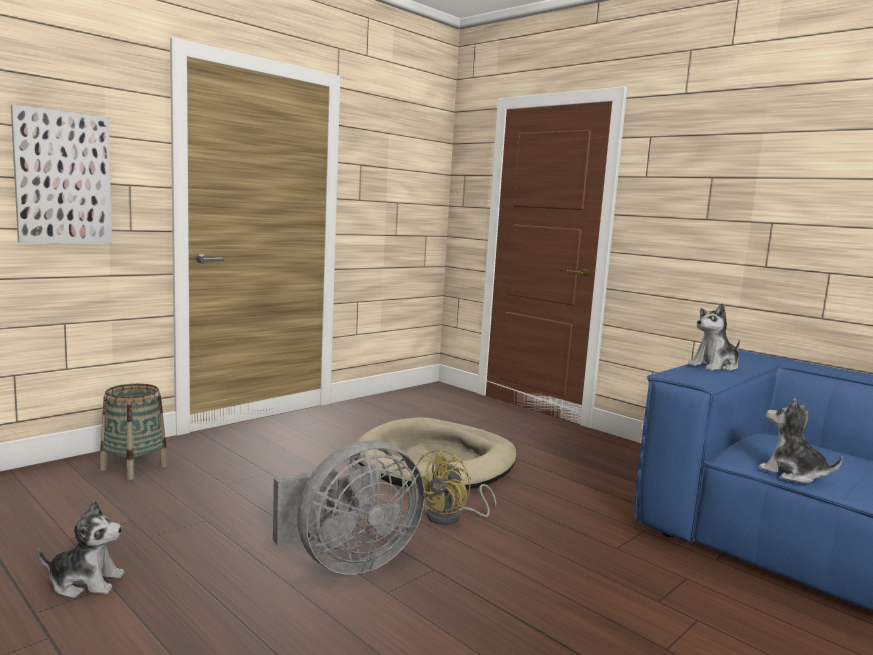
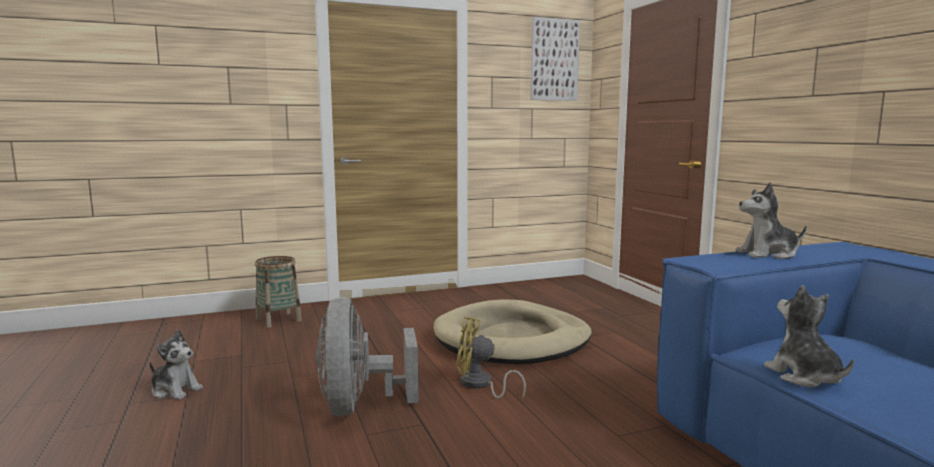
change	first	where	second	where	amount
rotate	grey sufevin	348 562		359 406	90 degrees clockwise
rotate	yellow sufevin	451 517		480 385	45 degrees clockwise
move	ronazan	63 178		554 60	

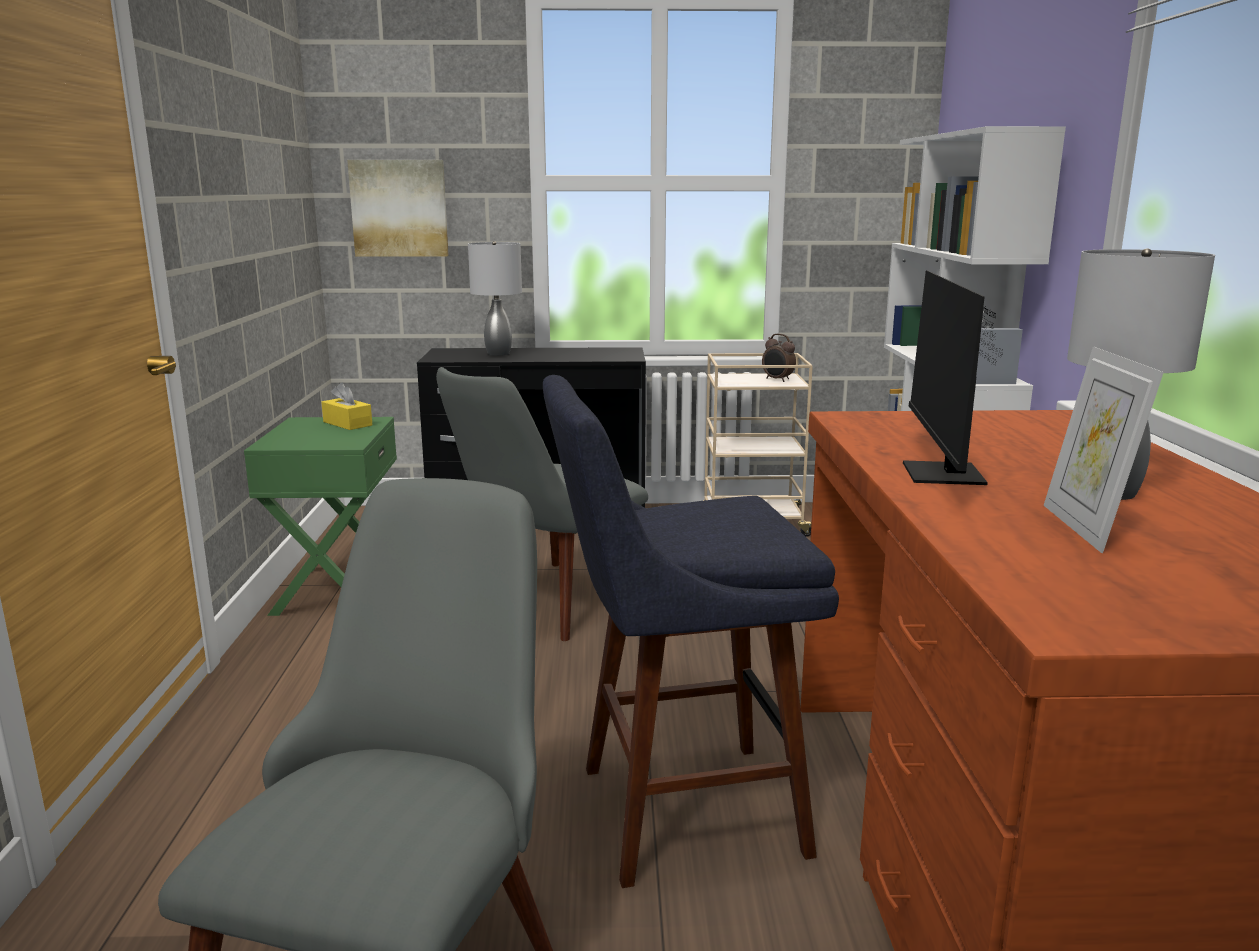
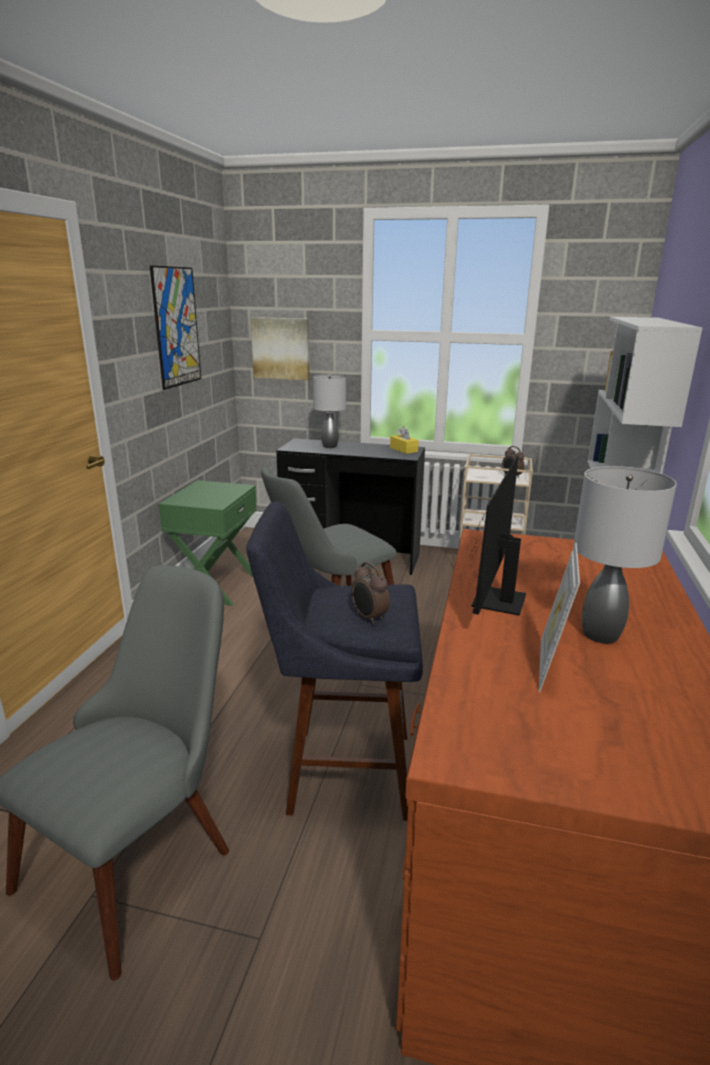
change	first	where	second	where	amount
insert			ronazan	176 327	
insert			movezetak	369 618	
move	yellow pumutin	347 423		403 449	

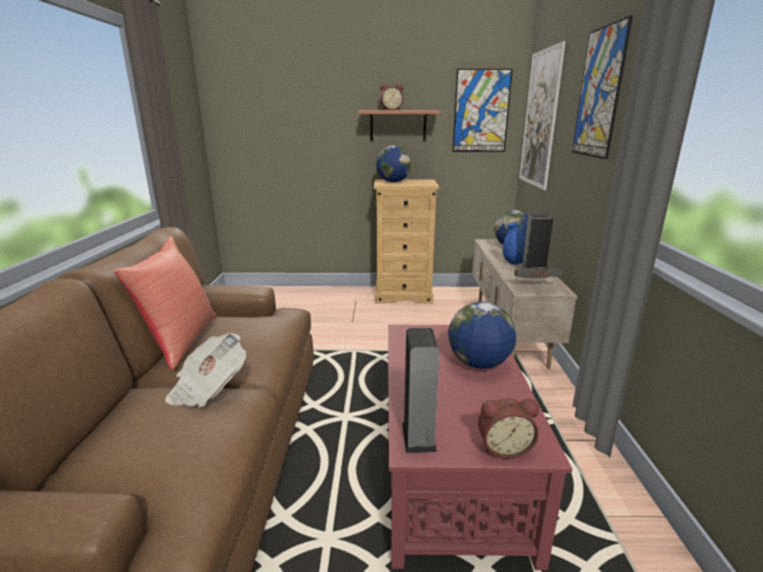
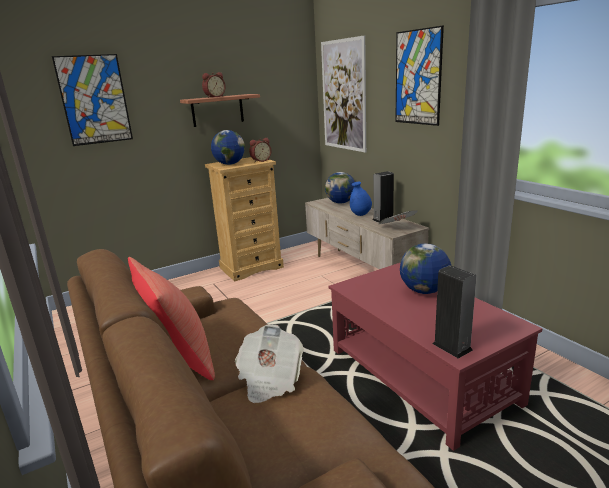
change	first	where	second	where	amount
move	ronazan	481 111		94 100	
move	movezetak	503 447		260 161	

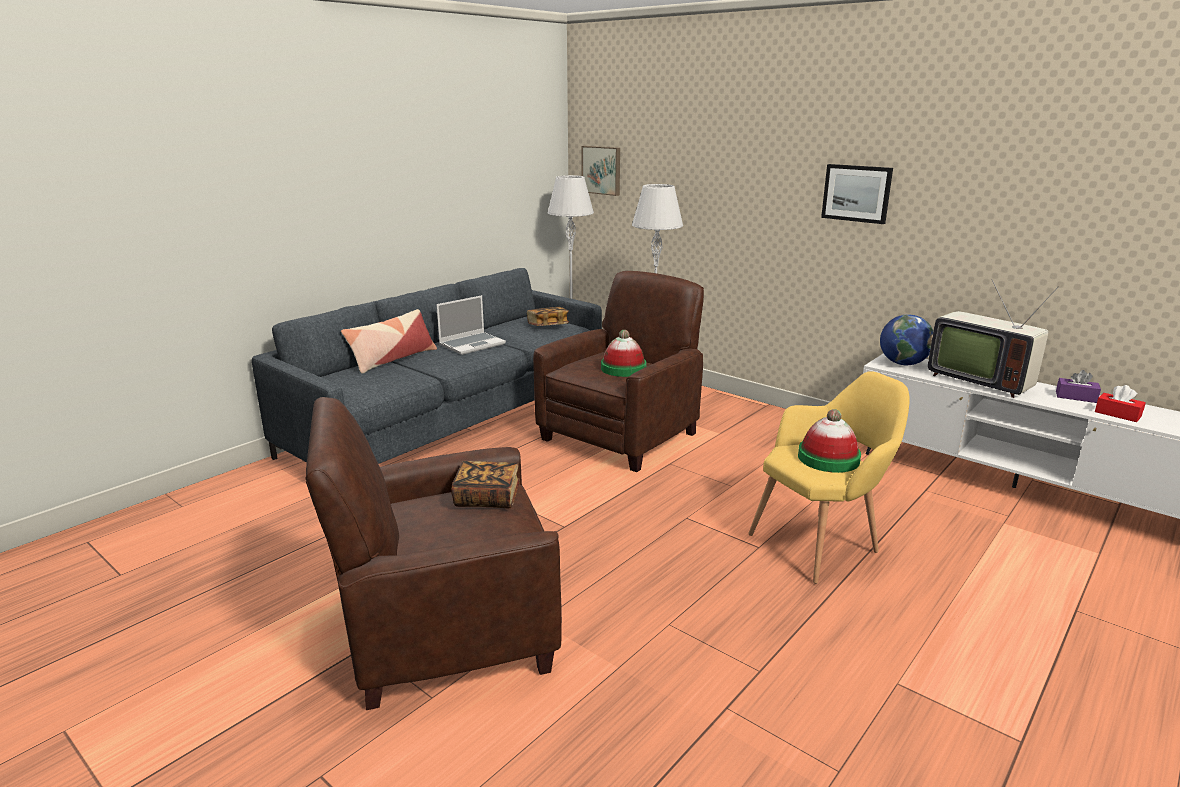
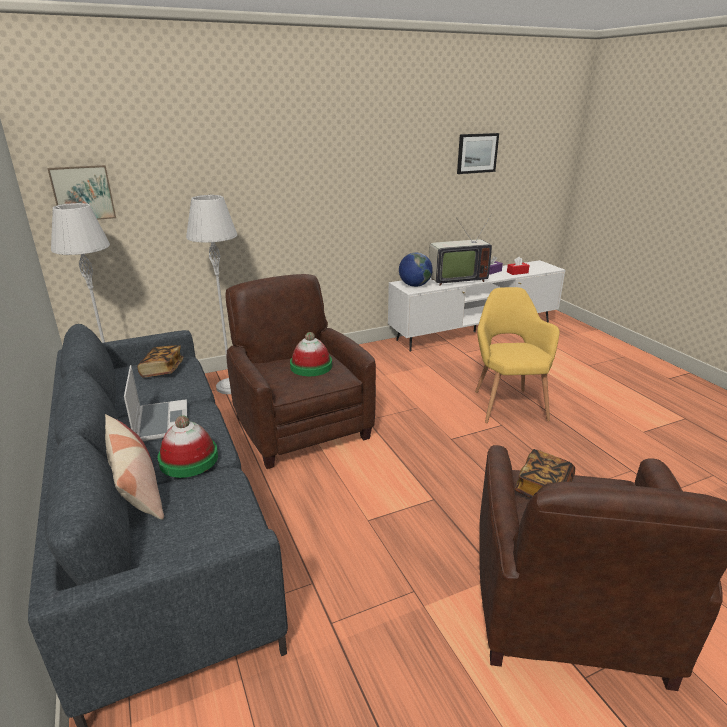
change	first	where	second	where	amount
move	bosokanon	828 458		188 459	
move	ronazan	856 193		477 153	

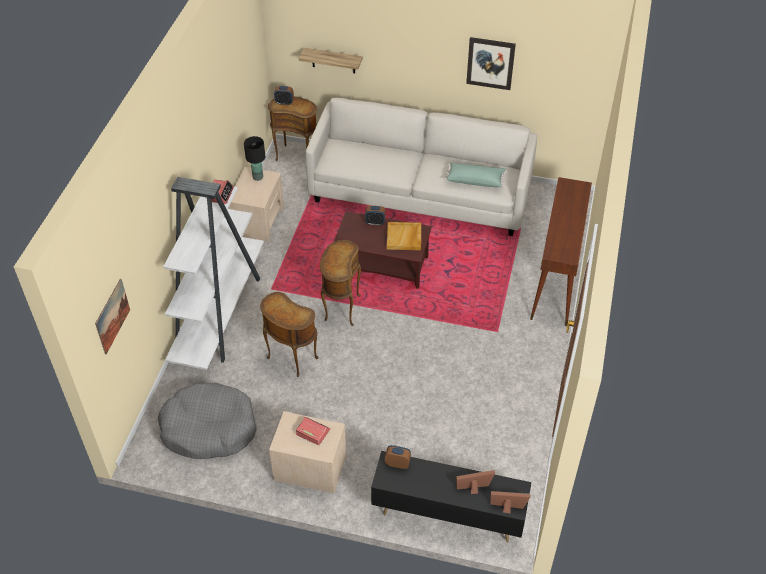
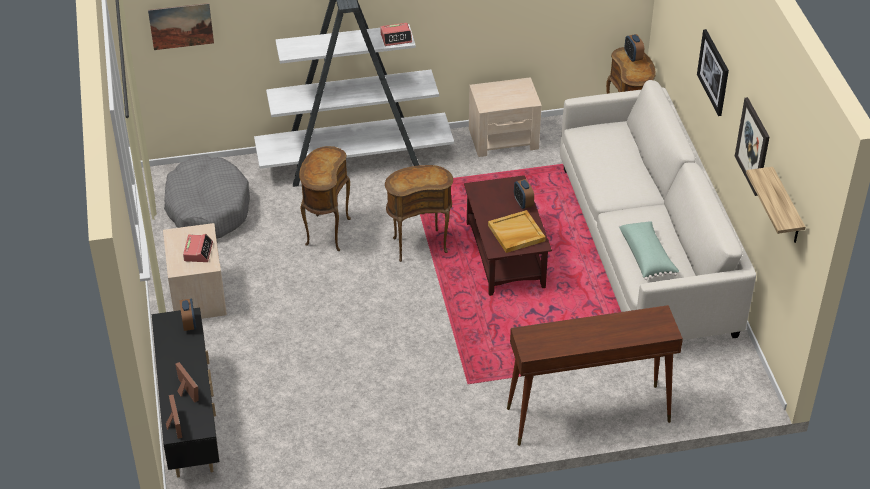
change	first	where	second	where	amount
insert			ronazan	714 72	
move	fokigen	333 60		786 208	
delete	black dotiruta	257 177			

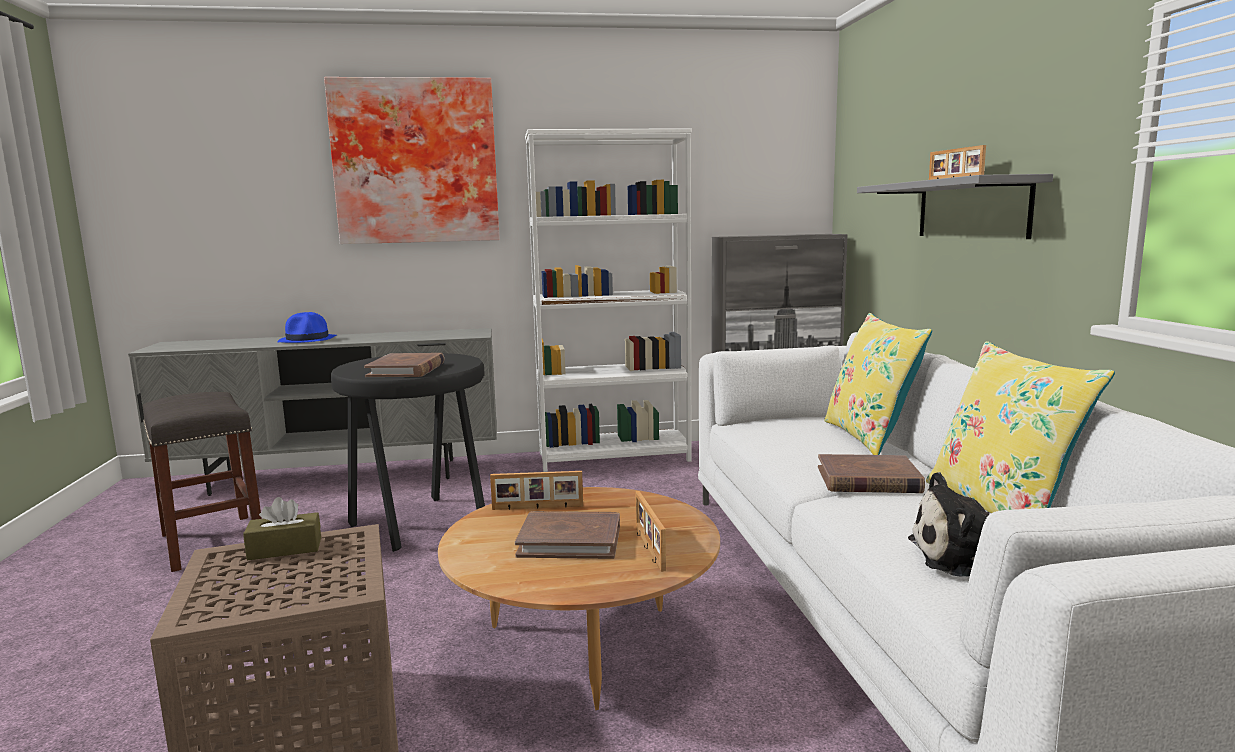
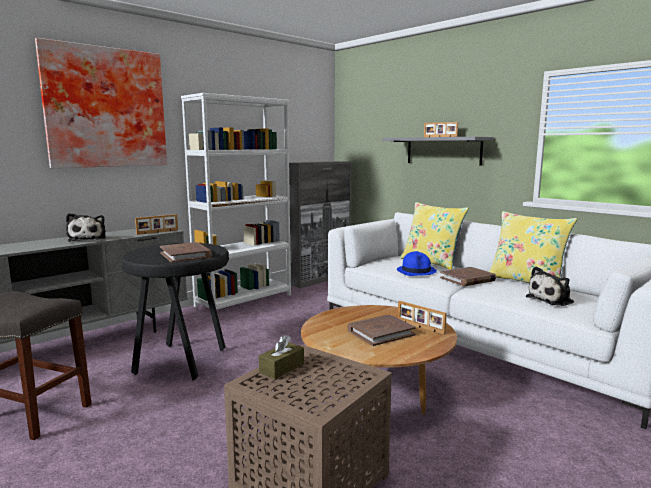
change	first	where	second	where	amount
insert			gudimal	88 239	
move	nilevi	537 508		158 232	
move	blue bosokanon	308 340		416 271	

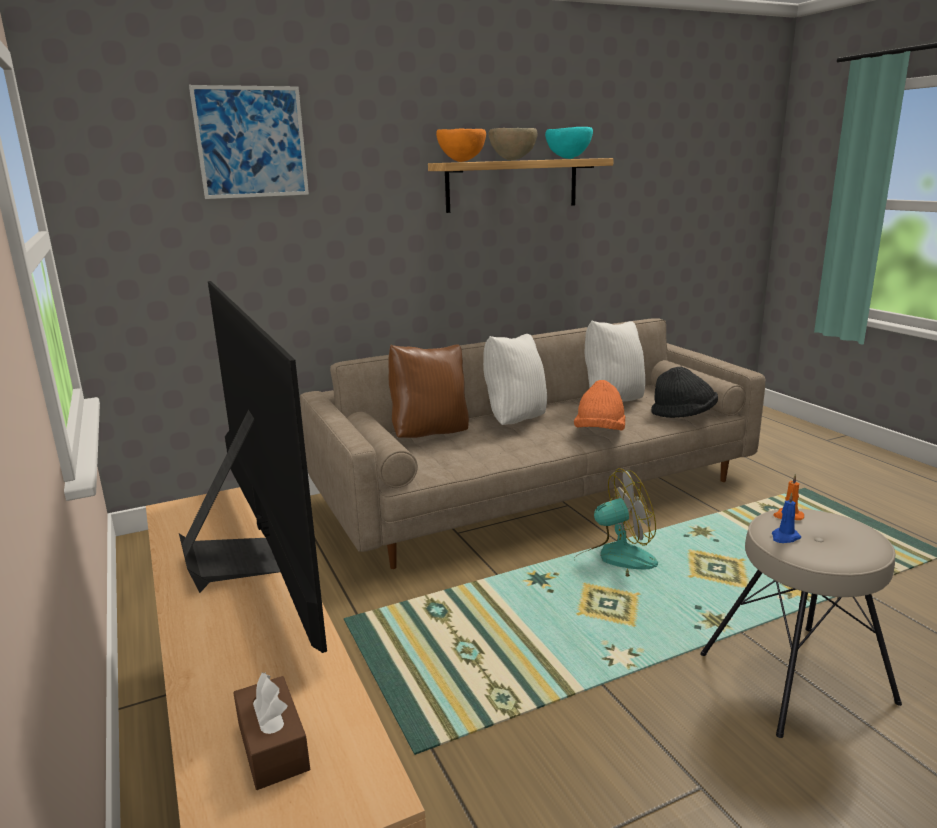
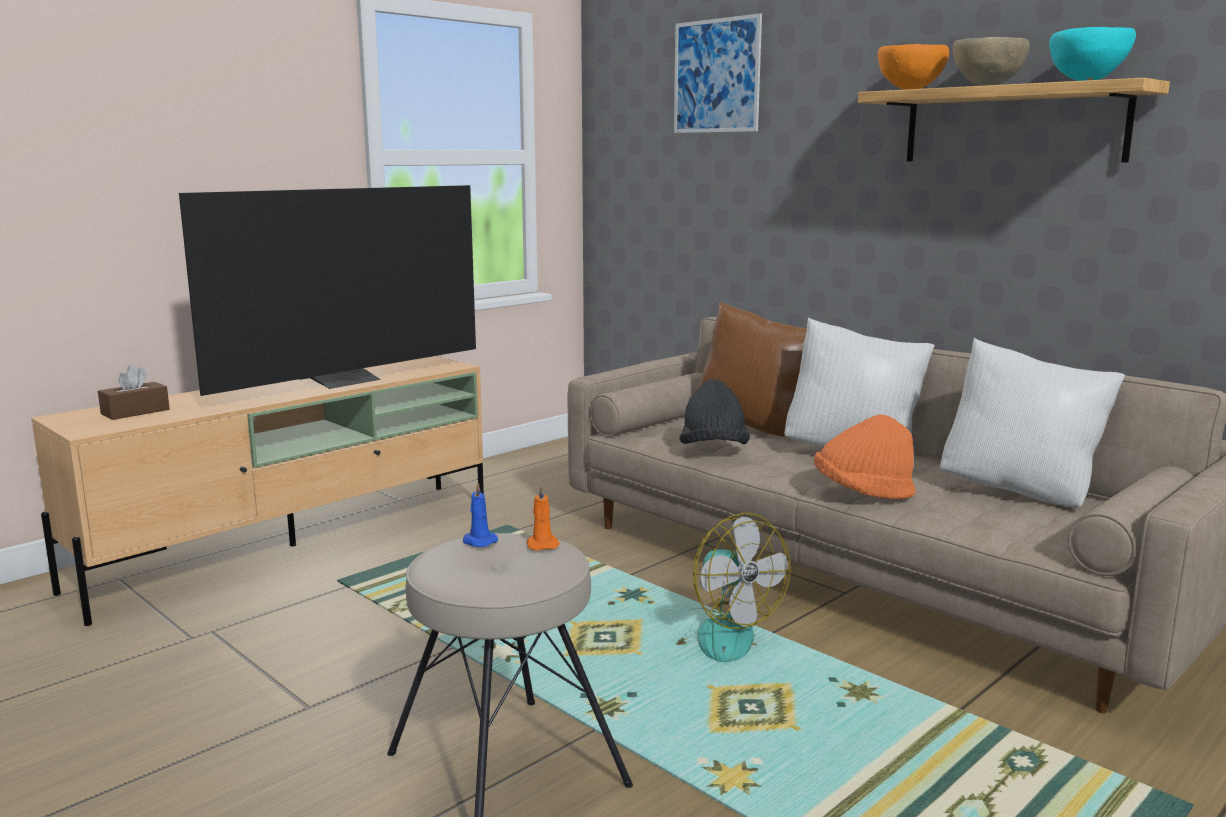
change	first	where	second	where	amount
move	black bosokanon	683 415		713 450	

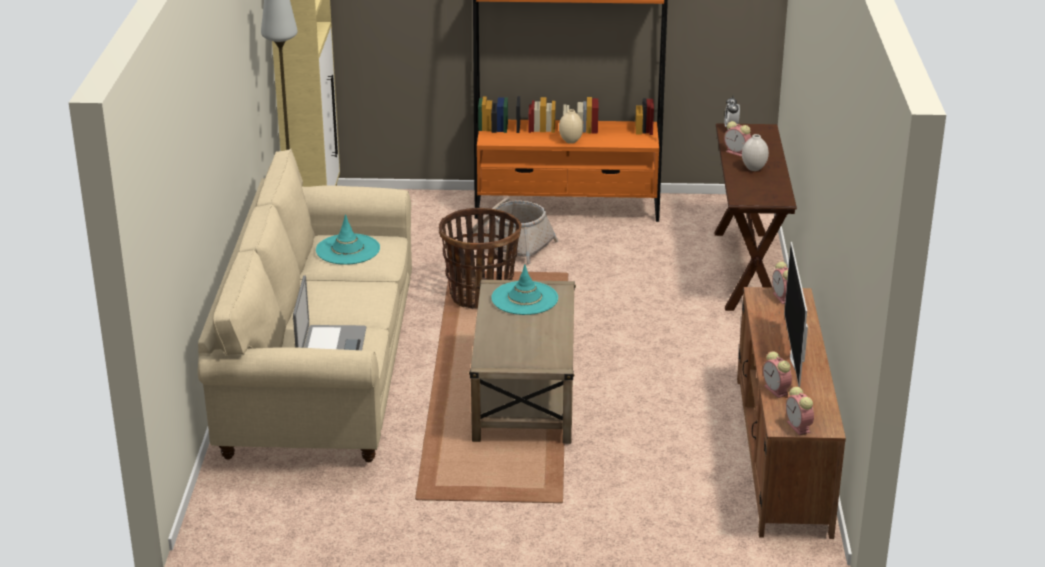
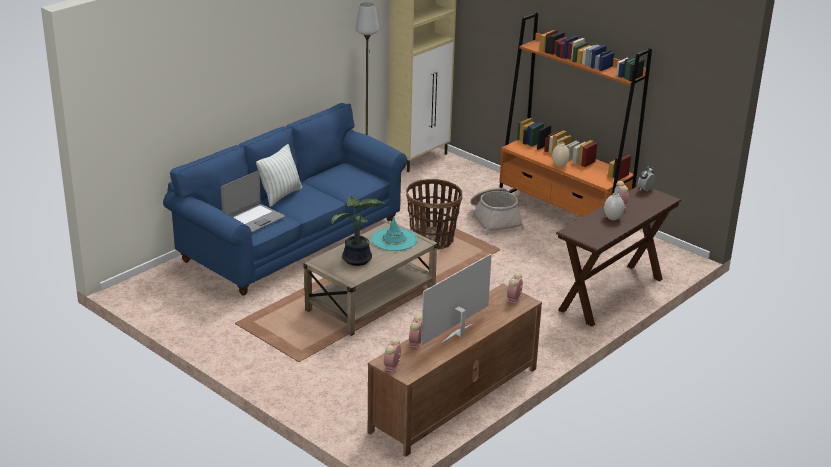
change	first	where	second	where	amount
recolor	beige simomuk	321 370	blue simomuk	292 241	
insert			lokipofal	280 195	
insert			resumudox	357 260	
delete	turquoise bosokanon	348 250			

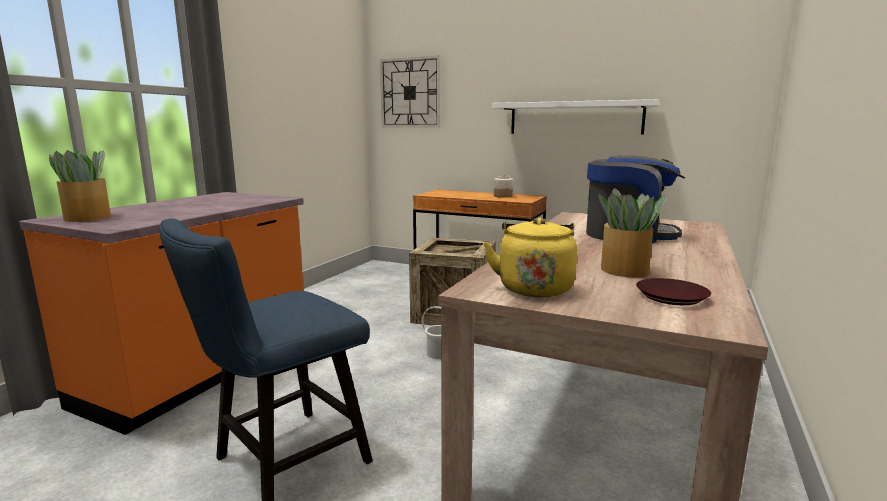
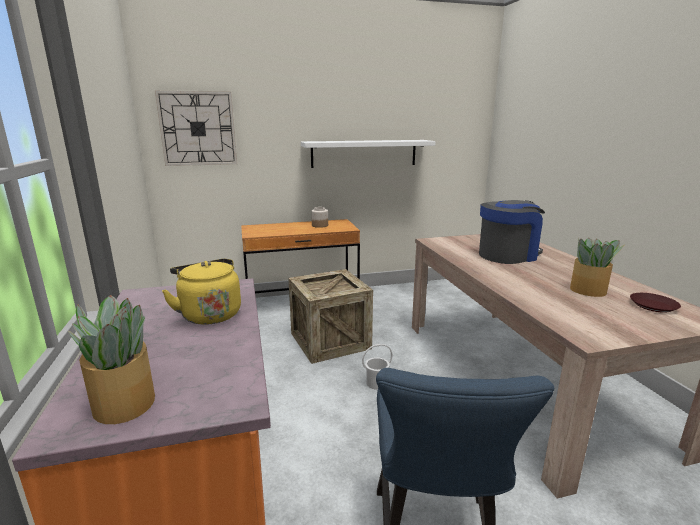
change	first	where	second	where	amount
move	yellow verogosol	534 287		209 314	

